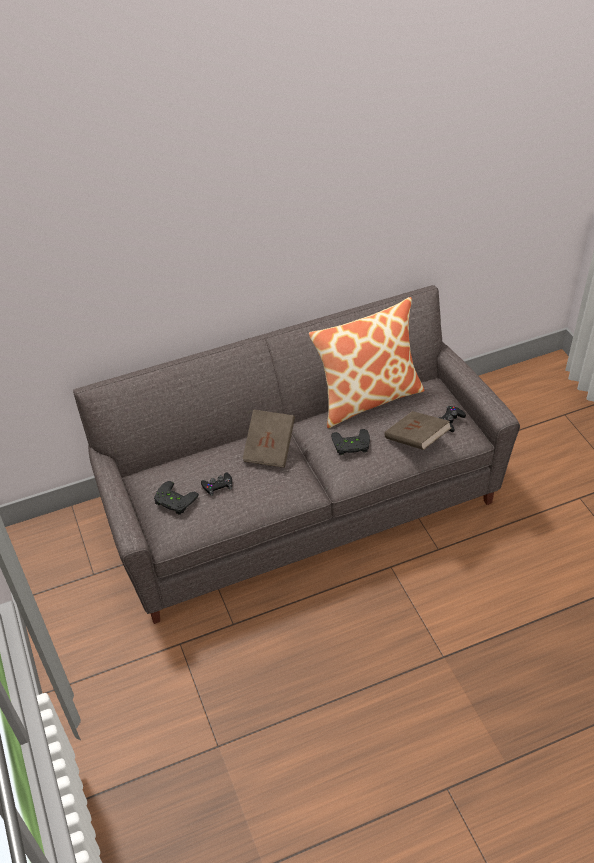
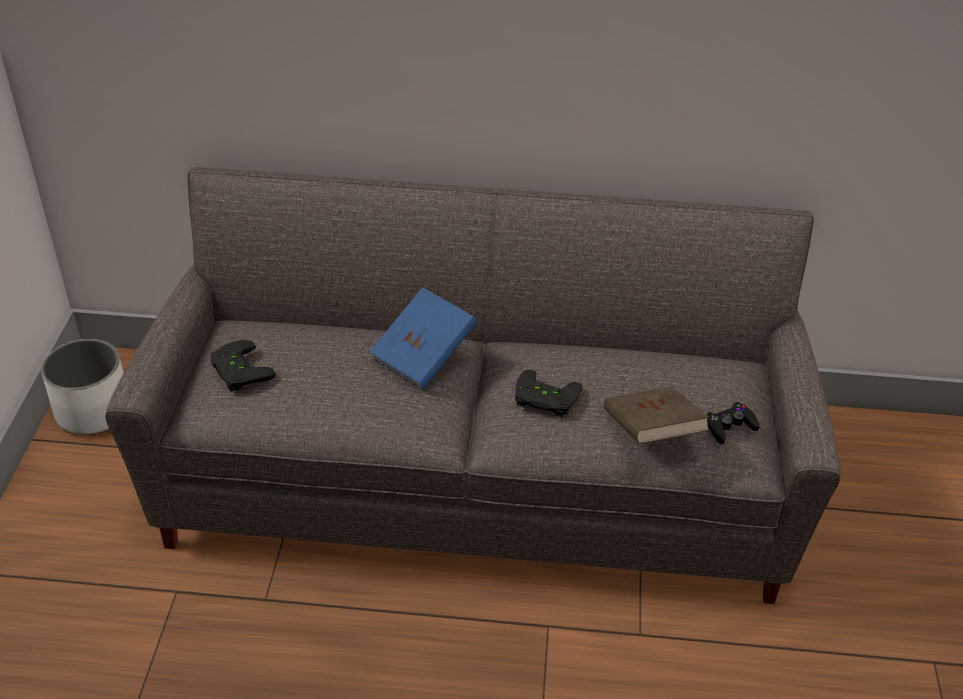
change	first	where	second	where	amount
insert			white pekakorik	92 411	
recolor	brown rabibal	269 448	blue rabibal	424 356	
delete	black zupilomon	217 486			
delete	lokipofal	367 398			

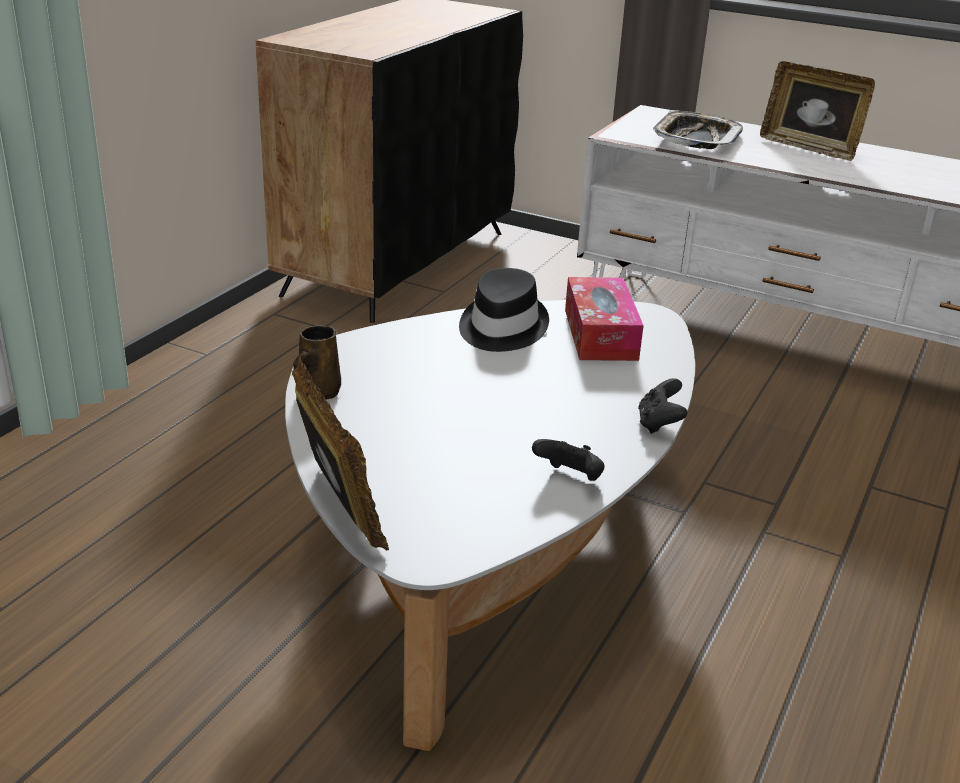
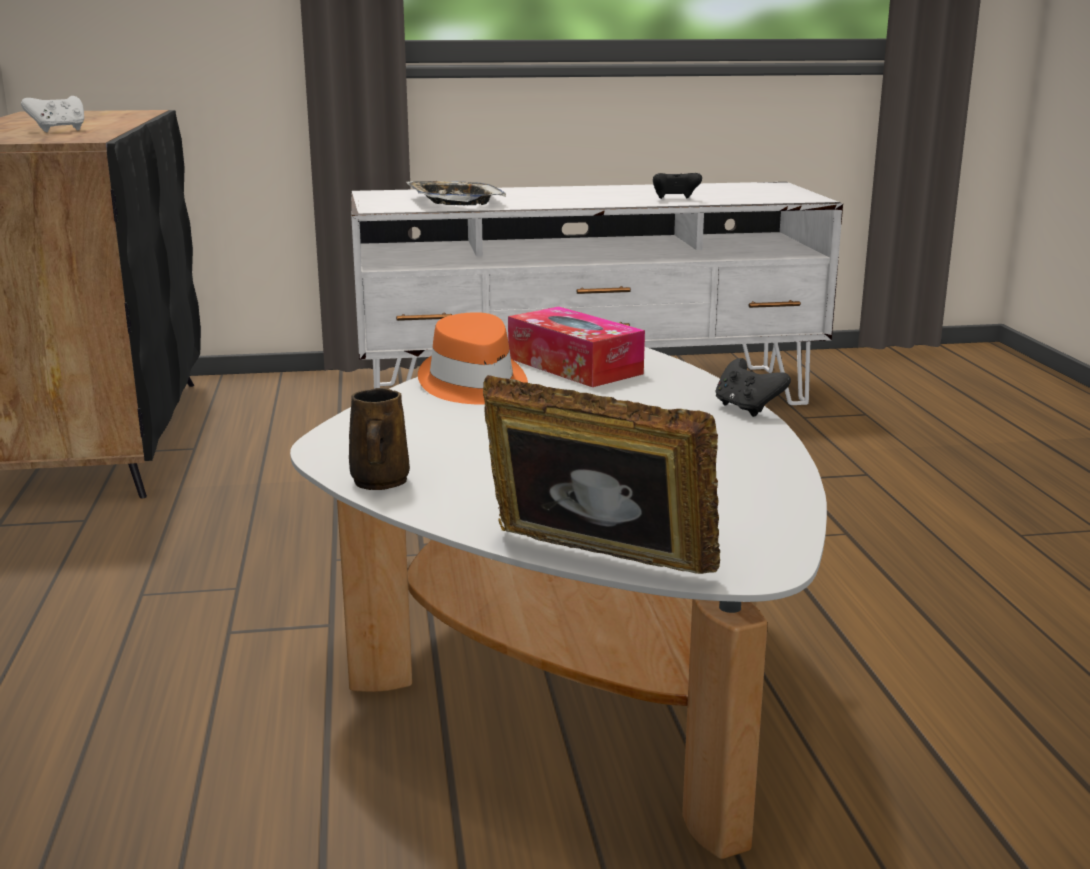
change	first	where	second	where	amount
insert			white zupilomon	59 130	
recolor	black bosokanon	501 328	orange bosokanon	473 385	
move	black zupilomon	570 478		675 199	
delete	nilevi	809 148			

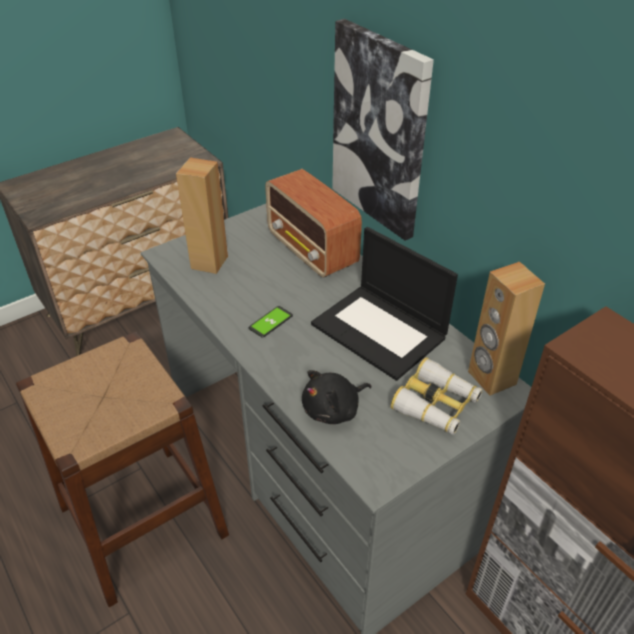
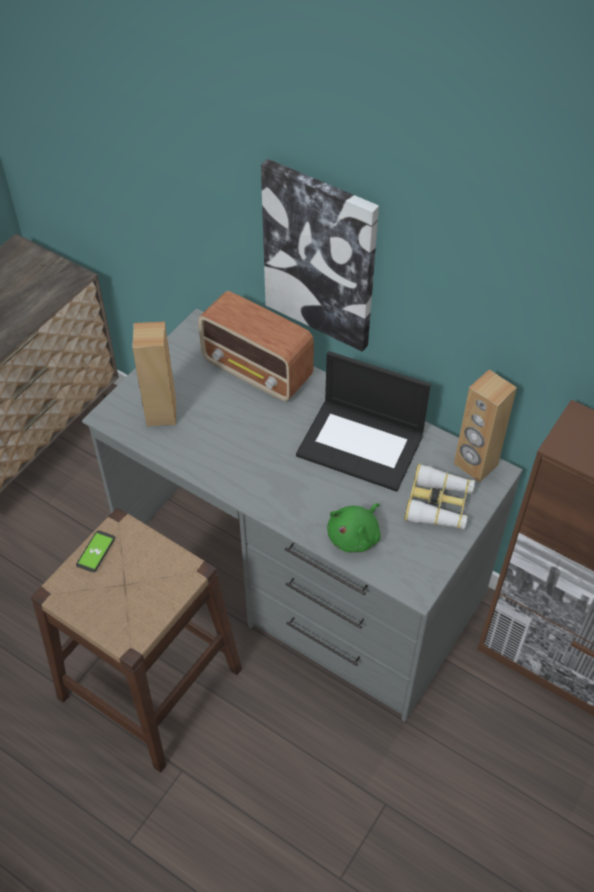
change	first	where	second	where	amount
move	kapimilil	270 322		96 551	
recolor	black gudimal	334 409	green gudimal	355 536	

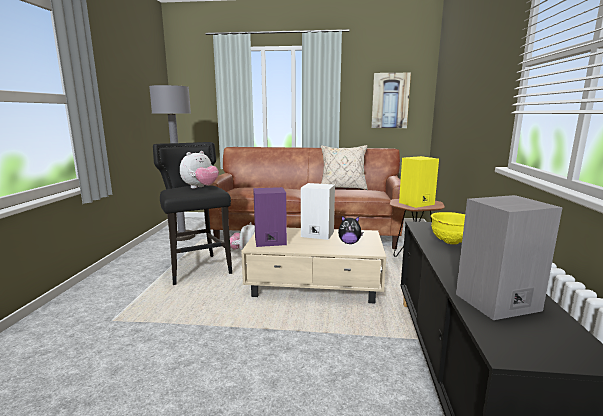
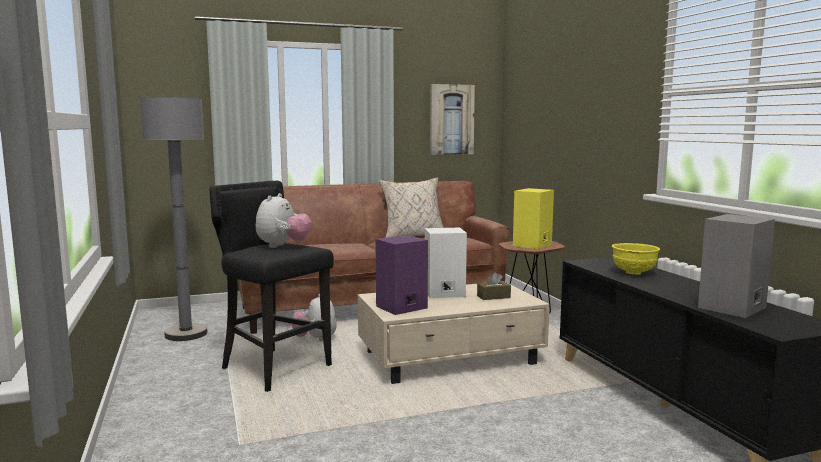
change	first	where	second	where	amount
replace	gudimal	349 243	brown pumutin	493 297	

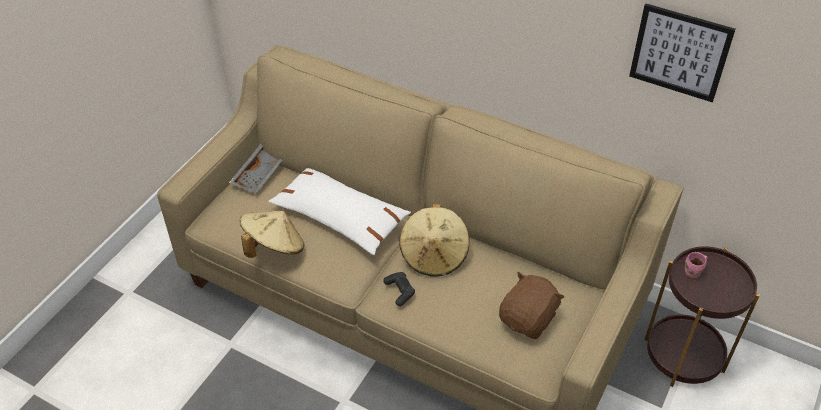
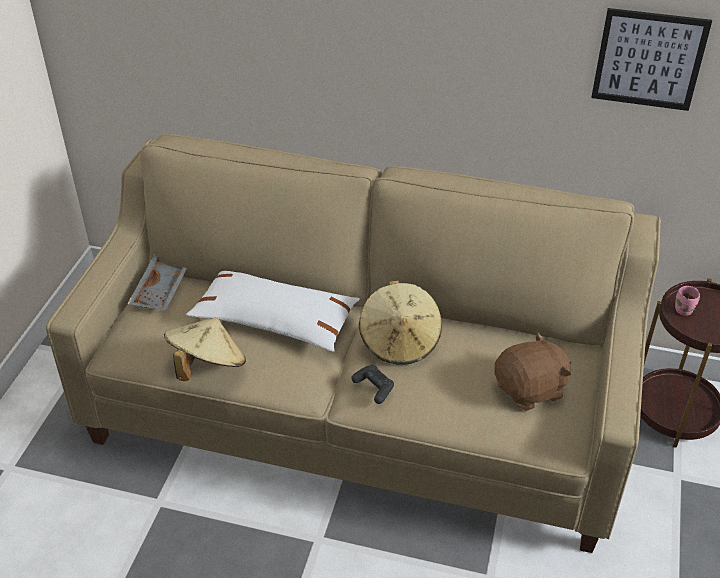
change	first	where	second	where	amount
rotate	brown gudimal	528 319		530 390	45 degrees clockwise

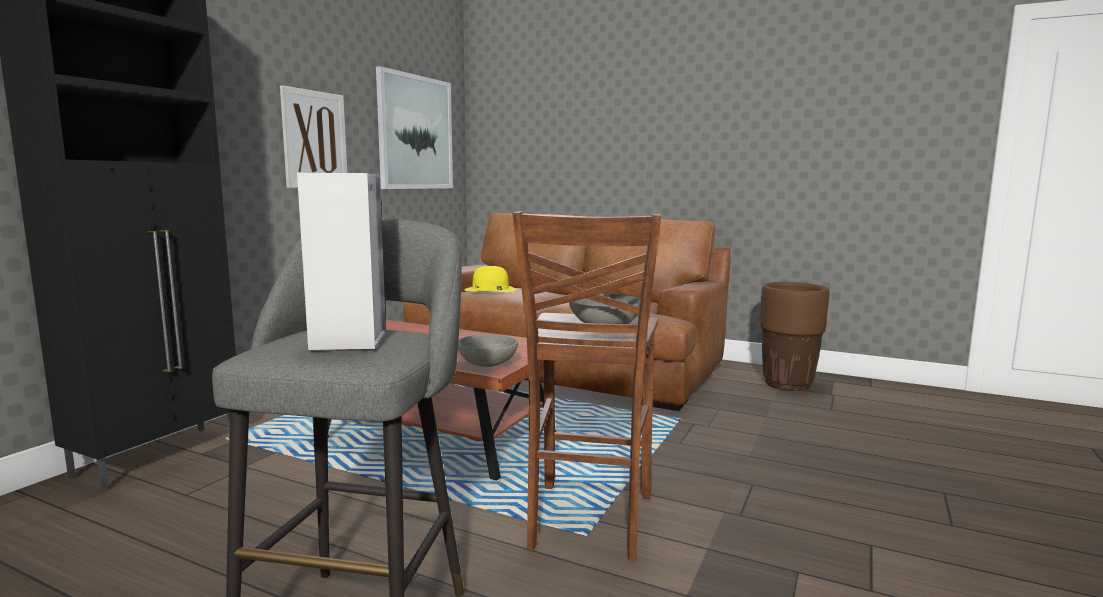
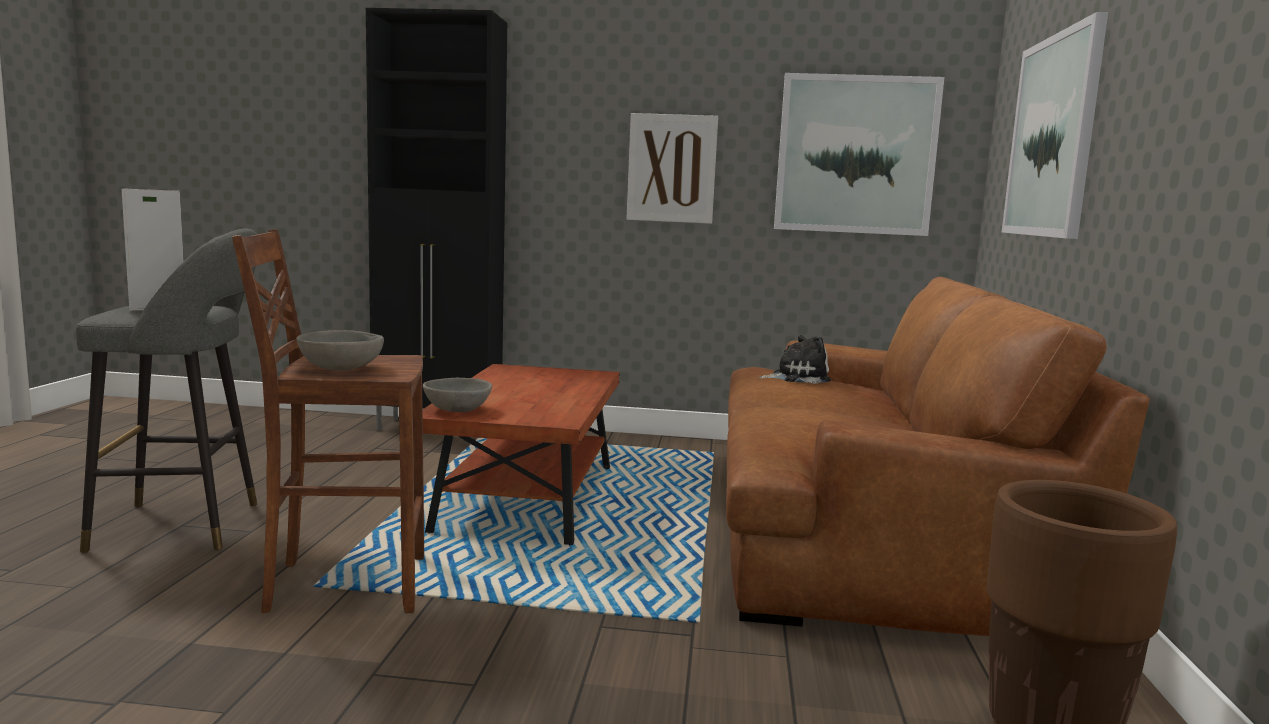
change	first	where	second	where	amount
replace	yellow bosokanon	490 289	gudimal	797 377	
insert			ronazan	1052 137	

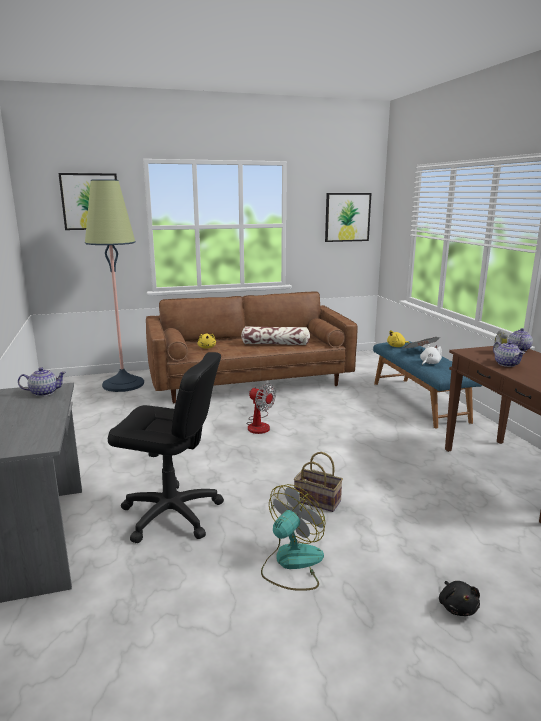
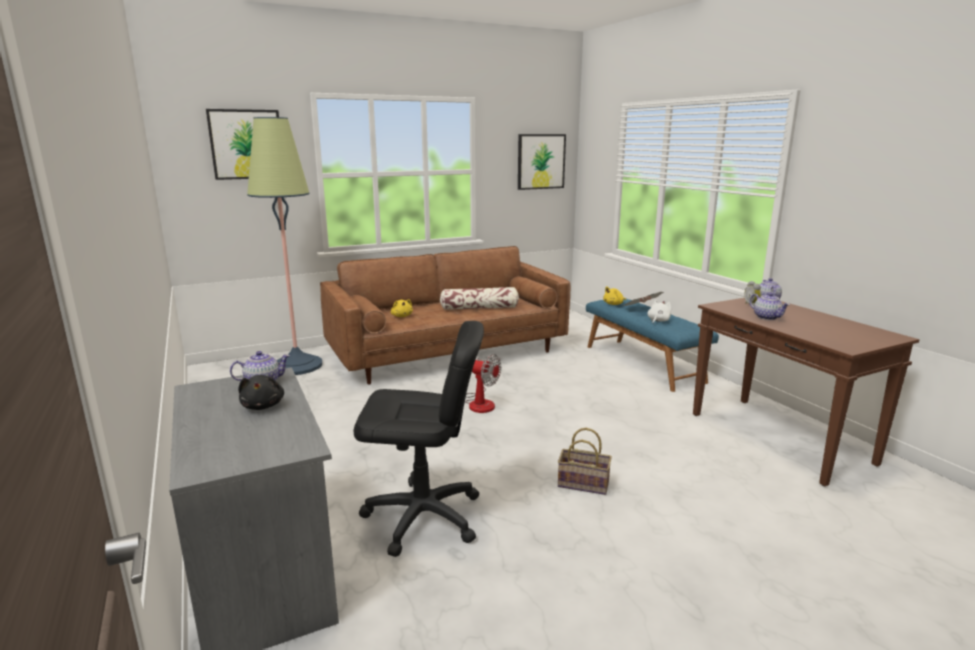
change	first	where	second	where	amount
move	black gudimal	457 607		263 406	
delete	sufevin	291 563			

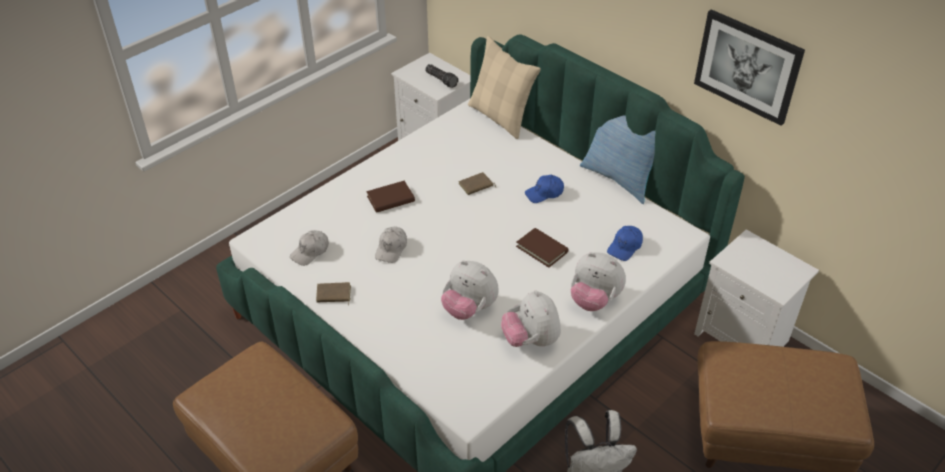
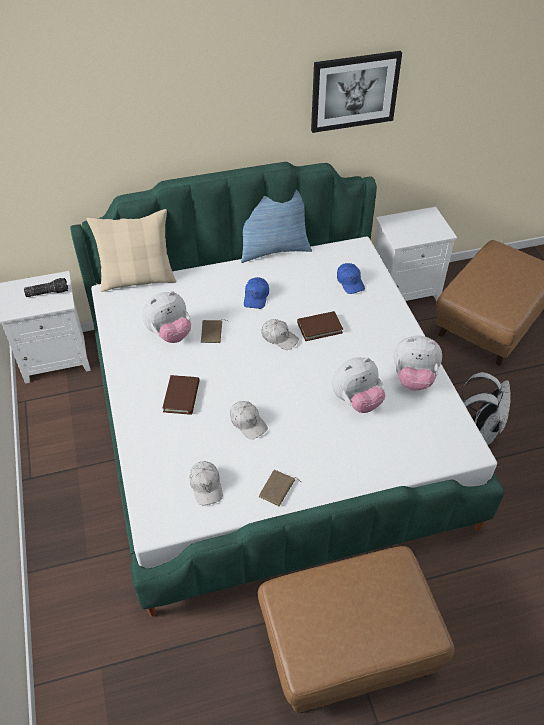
change	first	where	second	where	amount
move	gudimal	594 300		170 334	
insert			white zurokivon	279 338	

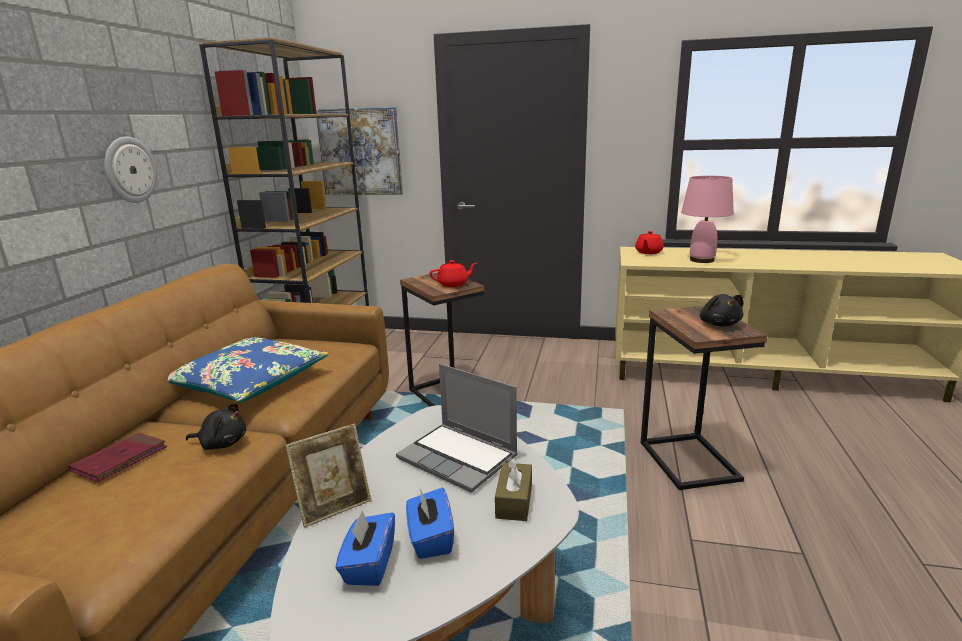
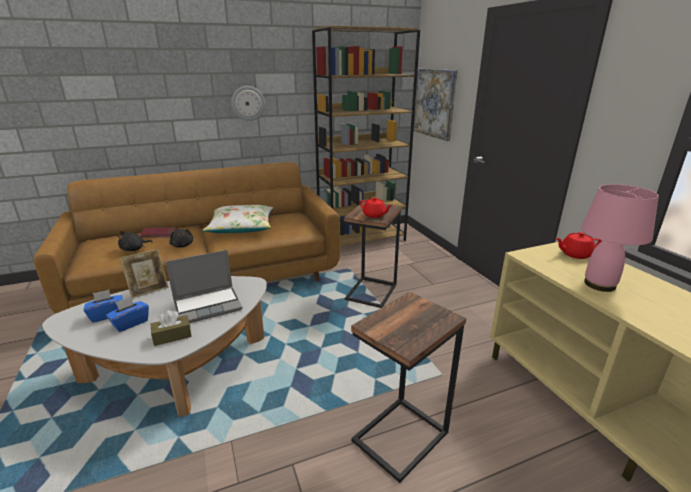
change	first	where	second	where	amount
move	black gudimal	719 324		134 249	
rotate	nilevi	334 507		149 290	60 degrees counterclockwise
rotate	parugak	459 458		208 305	120 degrees counterclockwise
recolor	blue lokipofal	250 383	white lokipofal	241 227	

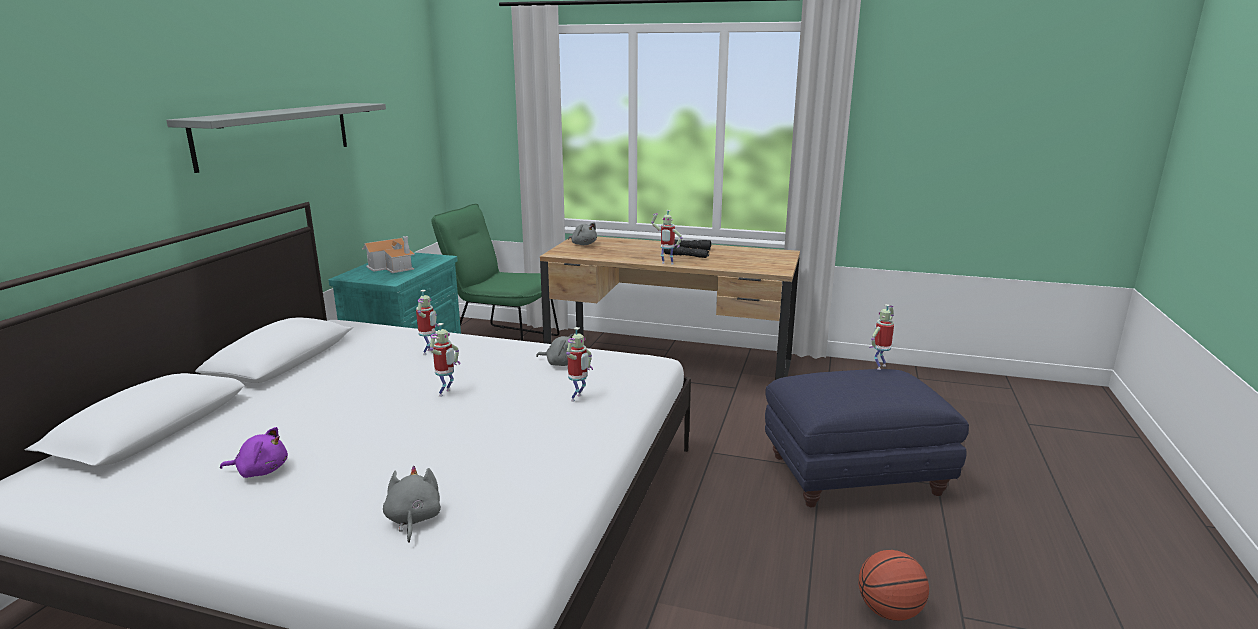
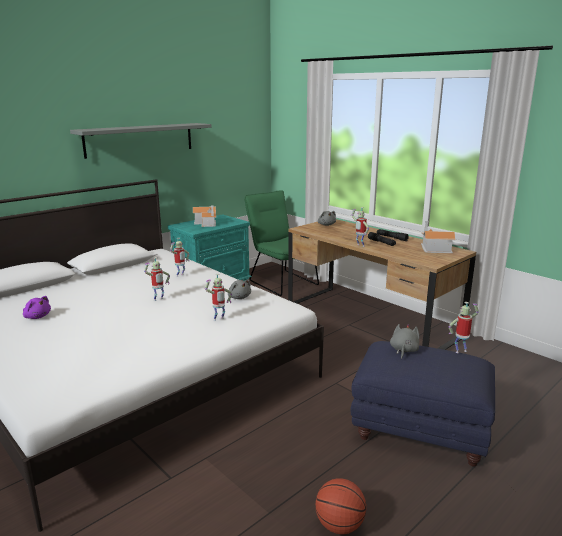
change	first	where	second	where	amount
move	grey gudimal	413 519		403 350	
insert			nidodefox	433 248	

